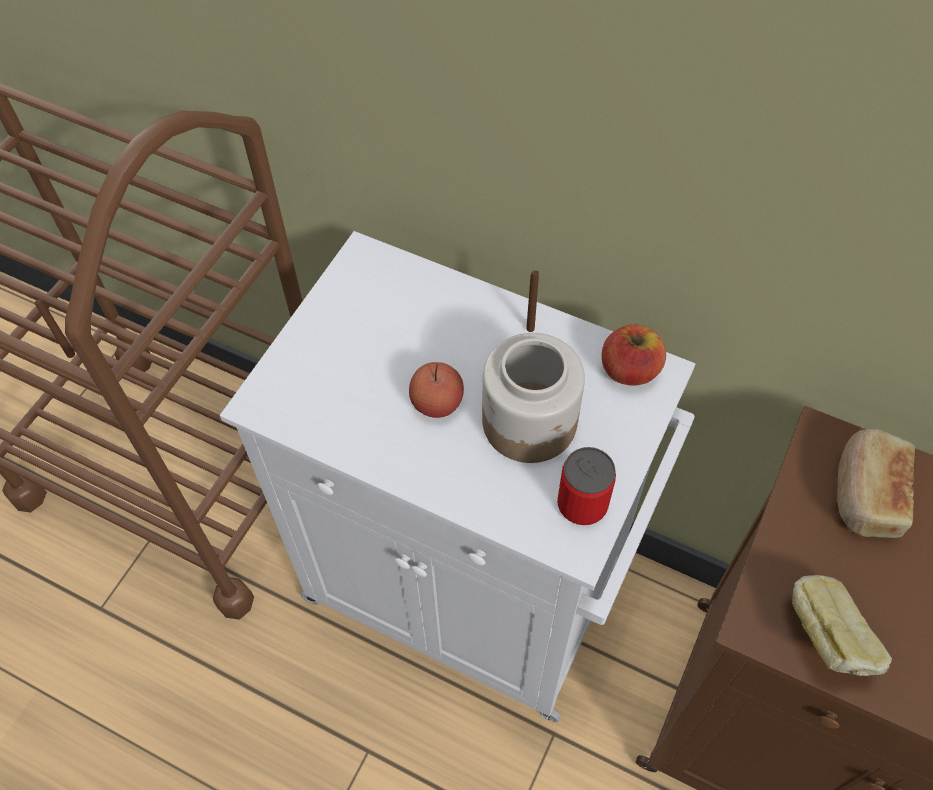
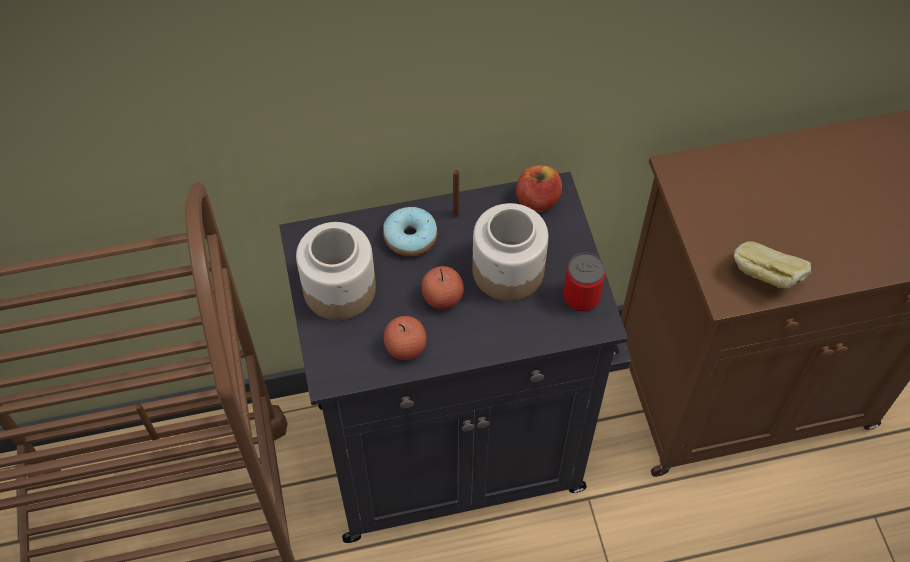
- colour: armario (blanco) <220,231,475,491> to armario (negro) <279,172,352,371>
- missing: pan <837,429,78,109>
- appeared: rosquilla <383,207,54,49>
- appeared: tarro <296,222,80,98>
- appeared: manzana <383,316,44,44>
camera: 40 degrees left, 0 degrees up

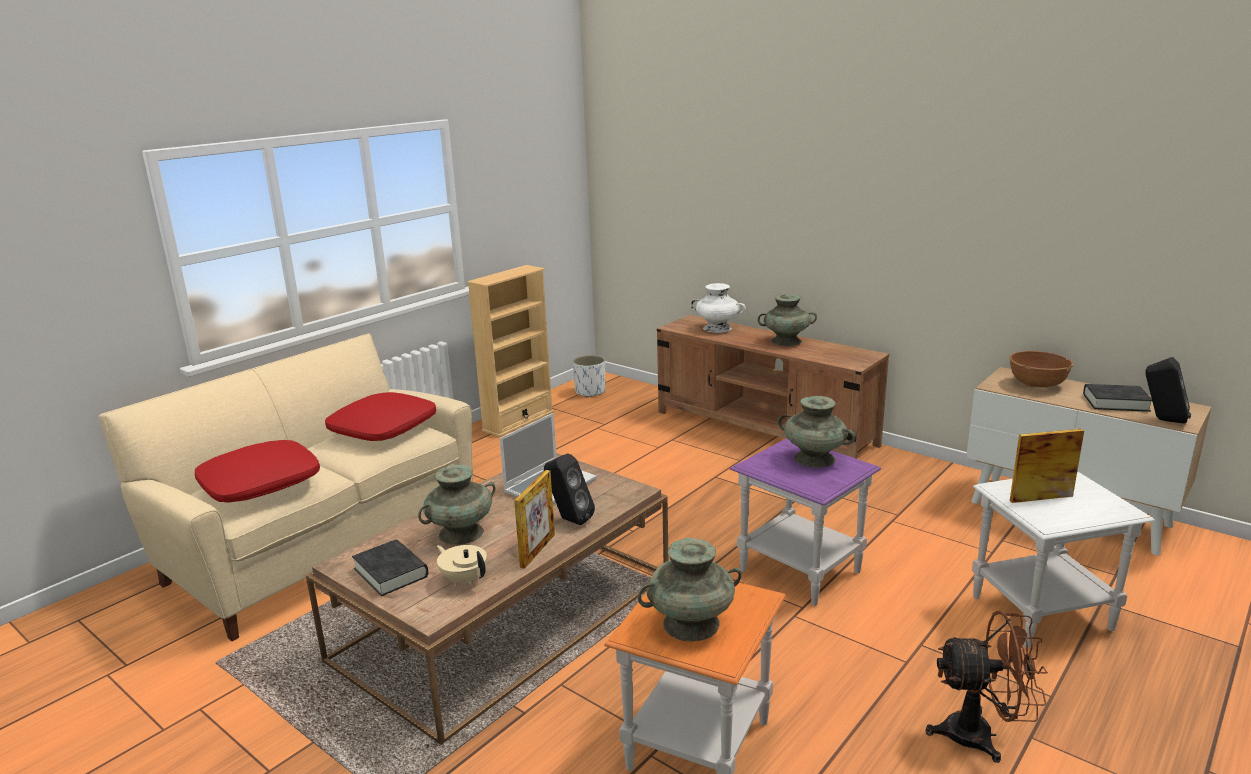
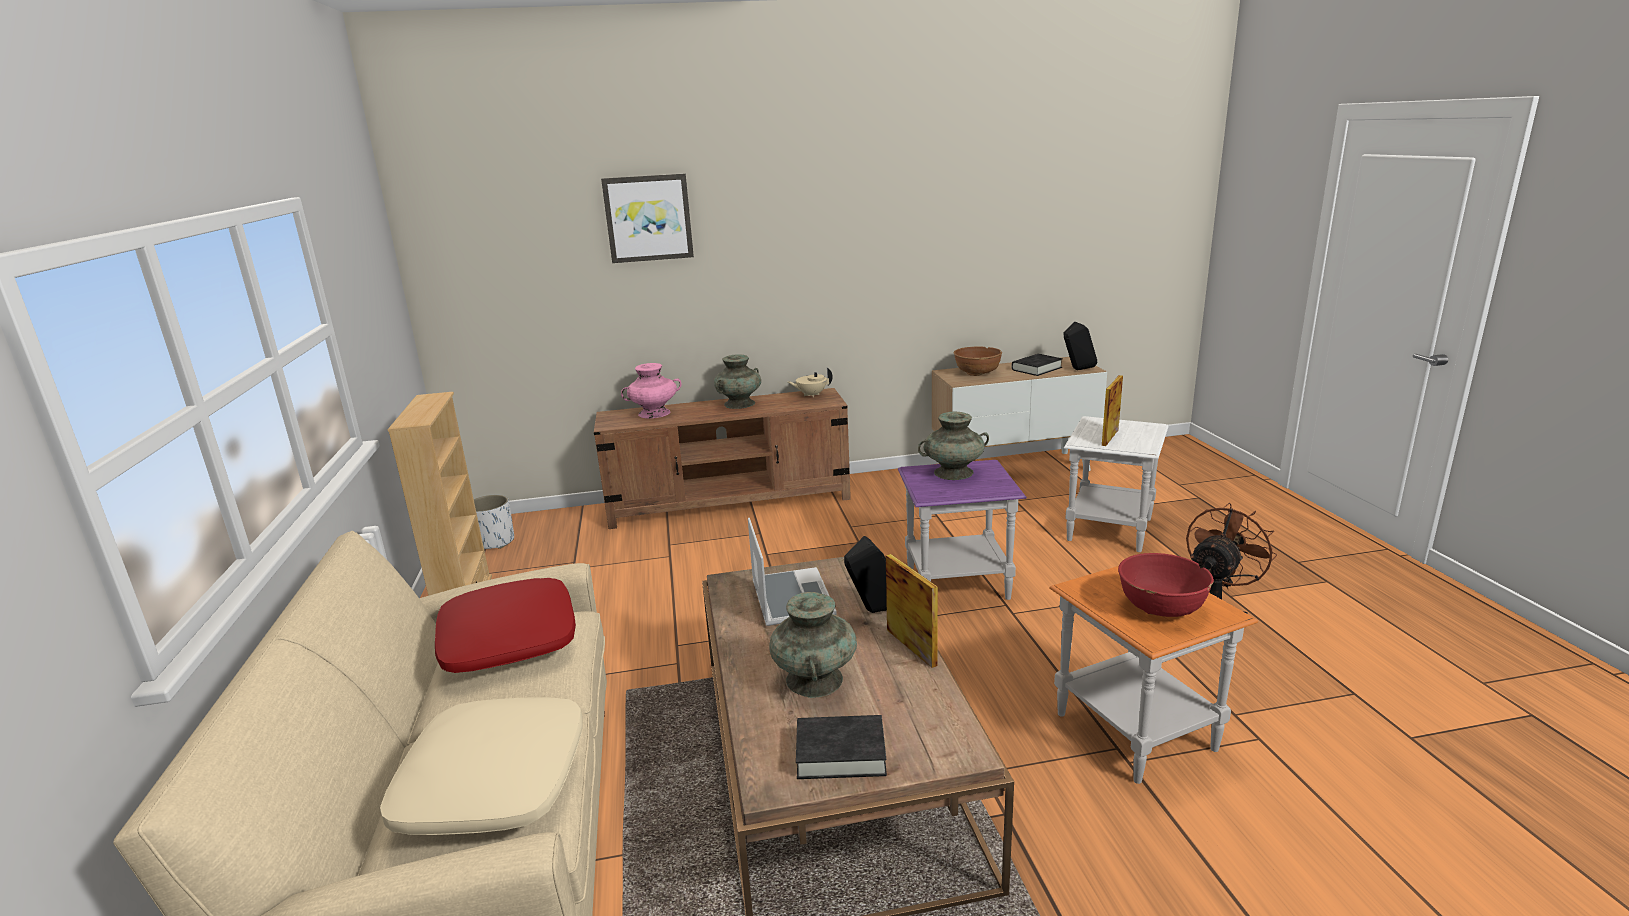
- colour: florero (blanco) <691,283,55,50> to florero (rosa) <621,363,61,56>
- colour: cojín (rojo) <195,440,125,63> to cojín (beis) <380,697,202,138>
- exchanged: florero (turquesa) <638,538,104,104> to cuenco (rojo) <1118,553,96,64>
- relocated: tetera (beis) <437,545,50,40> to <788,368,45,29>
- appeared: cuadro <601,174,93,89>
camera: 50 degrees left, 0 degrees up

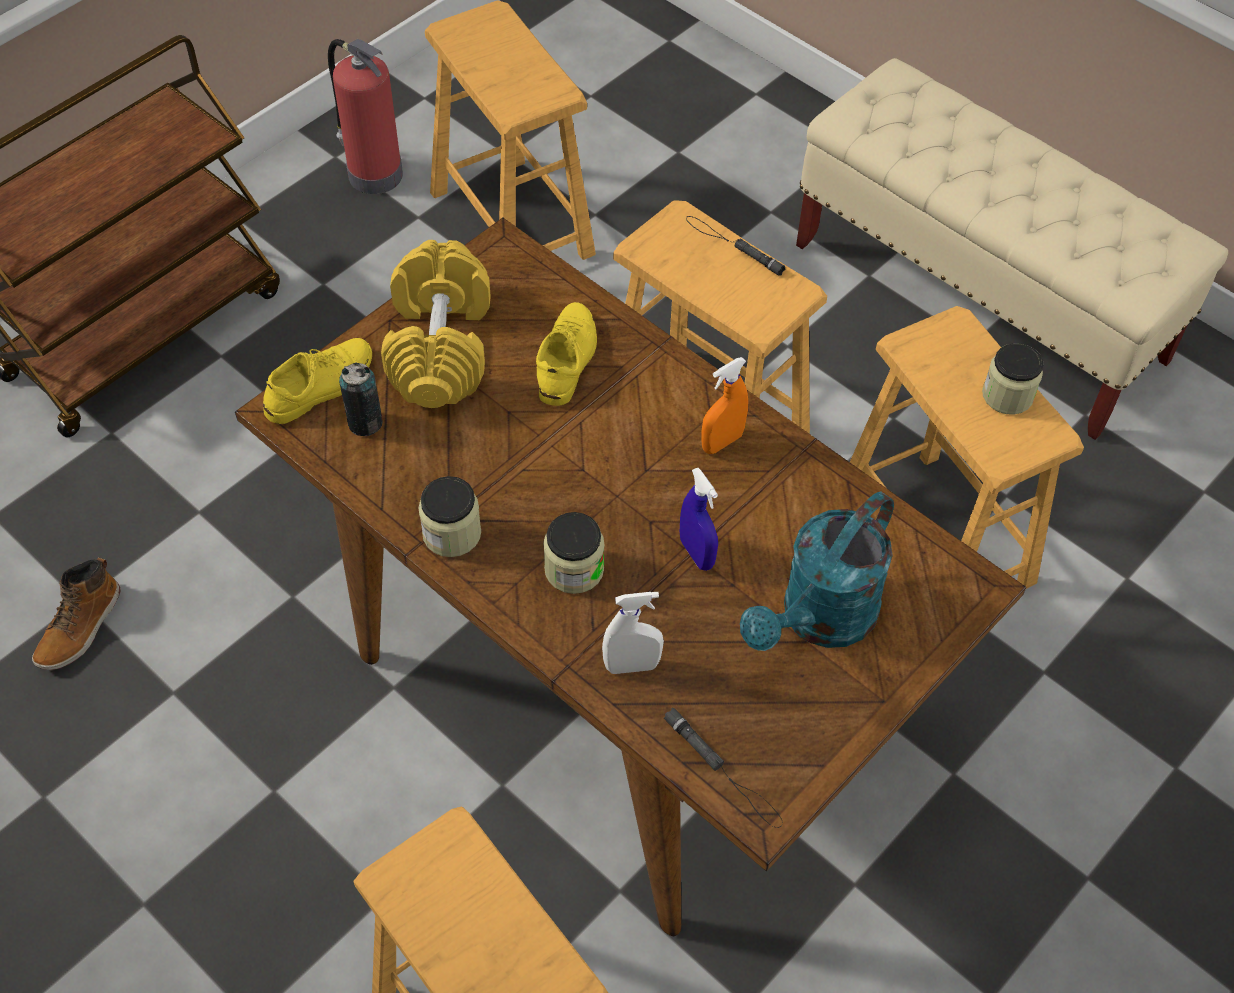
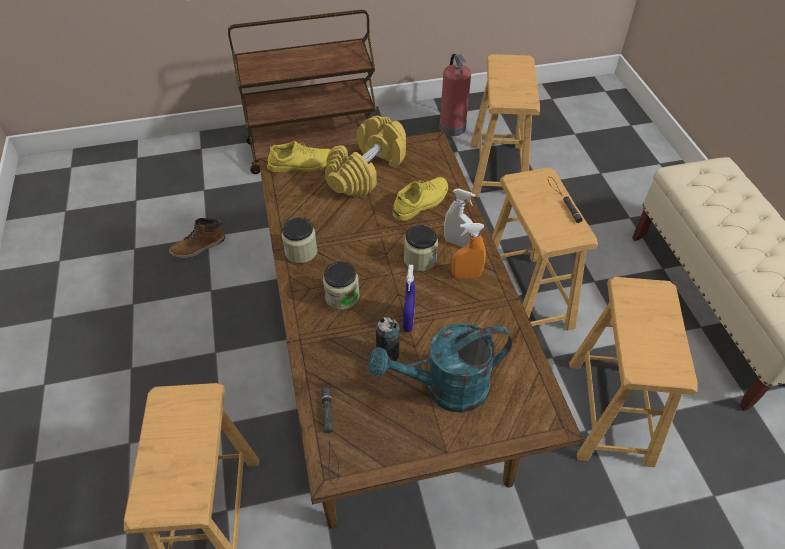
- relocated: tarro <982,343,62,72> to <404,225,34,46>
- relocated: lata <339,362,43,74> to <376,317,24,44>
- relocated: pulverizador (blanco) <602,592,62,82> to <444,188,32,59>
camera: 35 degrees right, 5 degrees down

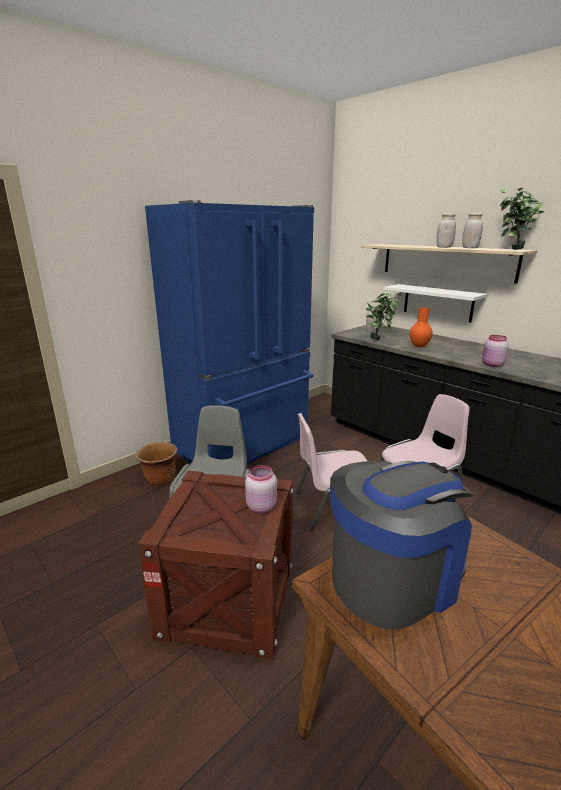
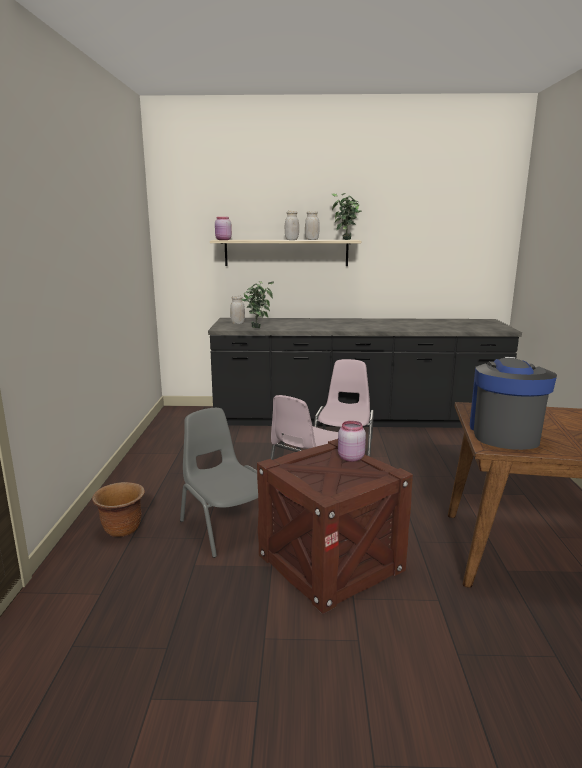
- missing: nevera (azul) <145,200,169,264>
- missing: estante (blanco) <383,284,105,38>
- missing: florero (naranja) <410,308,23,40>
- relocated: tarro (rosa) <482,335,27,32> to <215,217,17,23>
camera: 45 degrees left, 5 degrees down

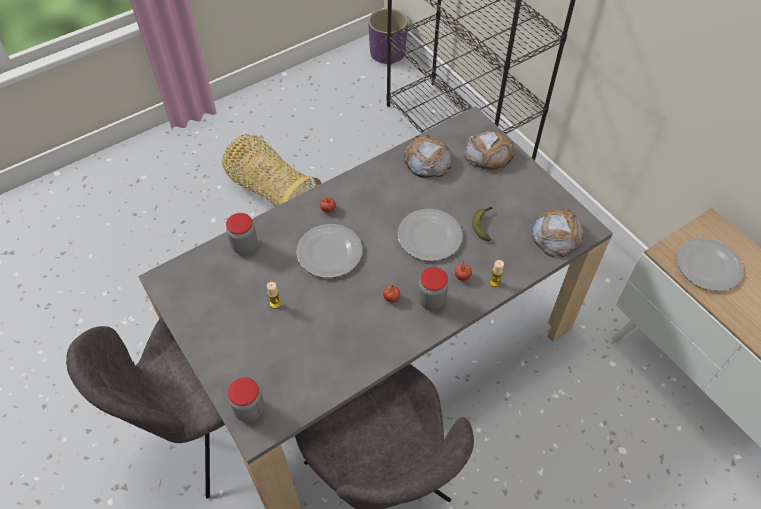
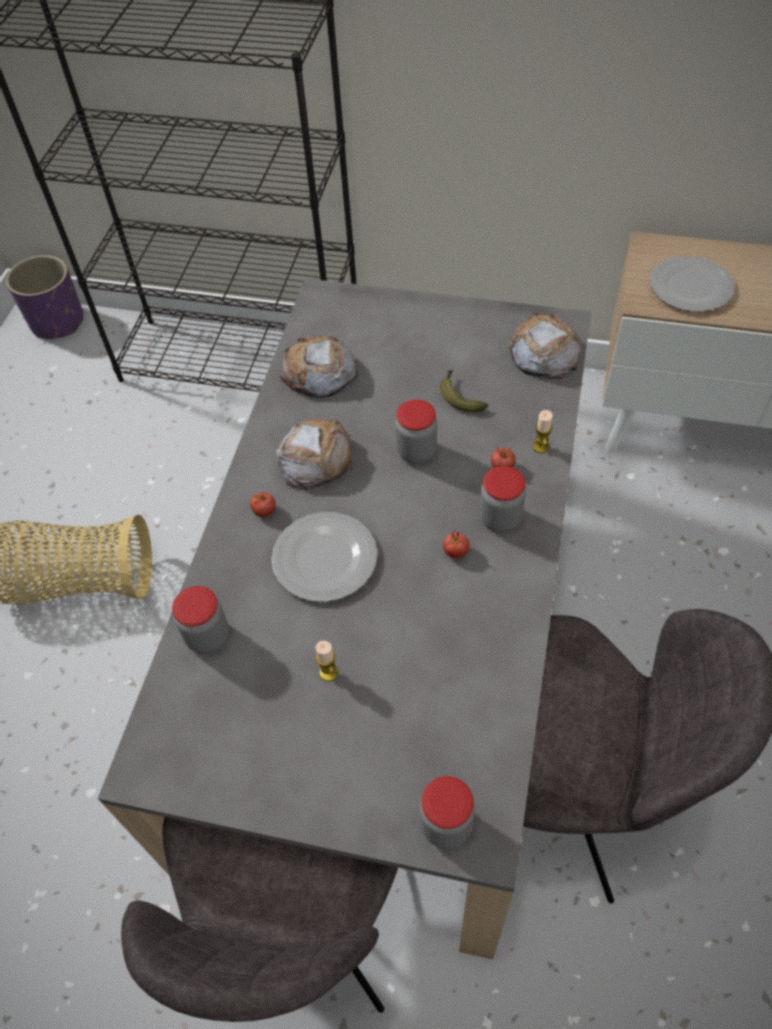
- relocated: pan <464,130,51,41> to <276,419,77,72>
- exchanged: plato <398,209,65,52> to tarro <395,399,42,65>
camera: 40 degrees left, 0 degrees up

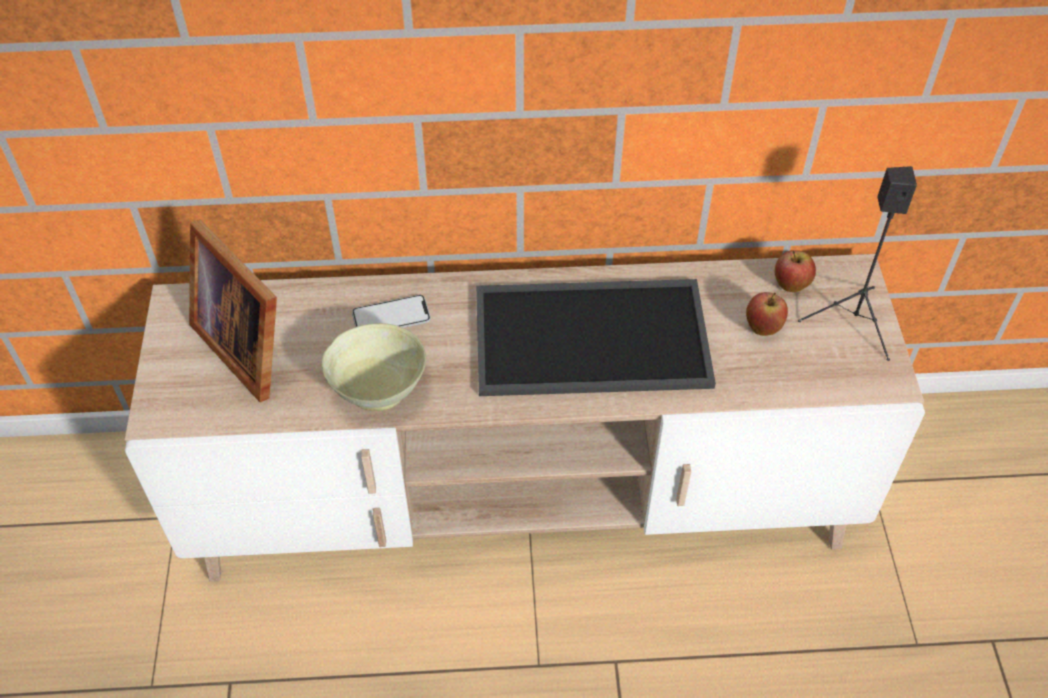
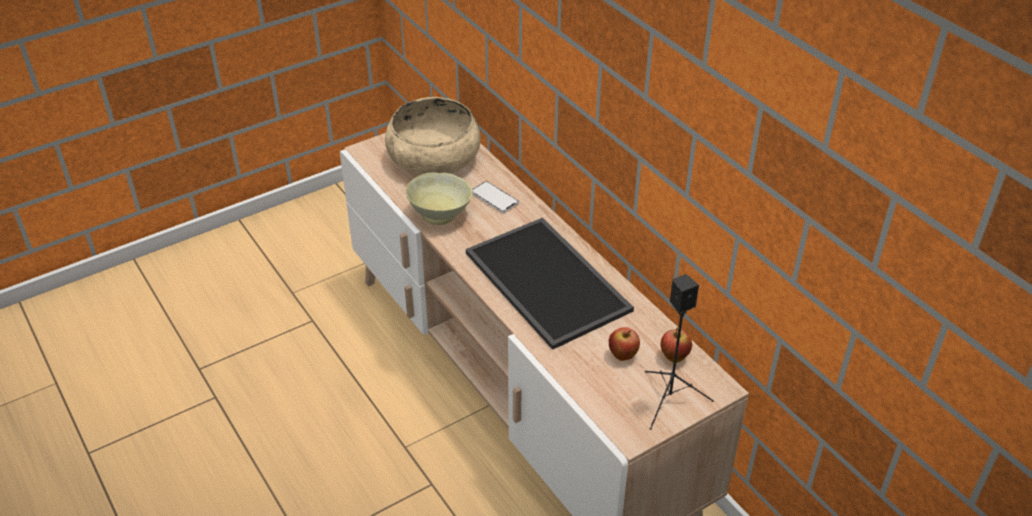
- exchanged: portarretratos <189,220,88,182> to cuenco (beis) <385,97,96,78>
camera: 60 degrees right, 10 degrees down

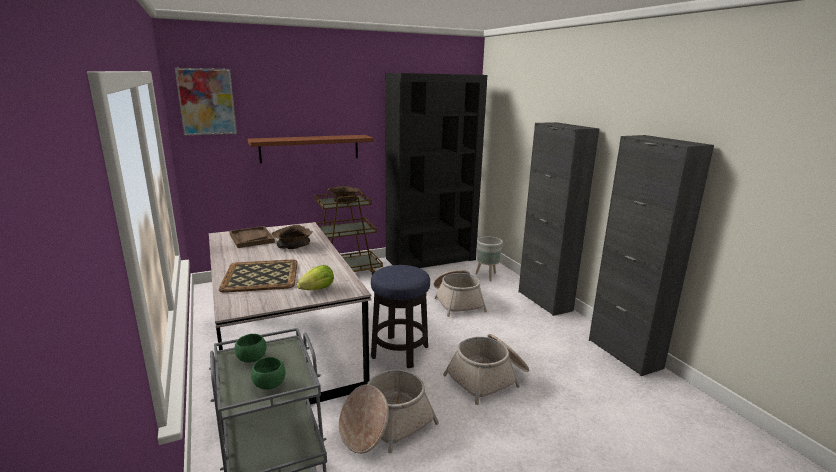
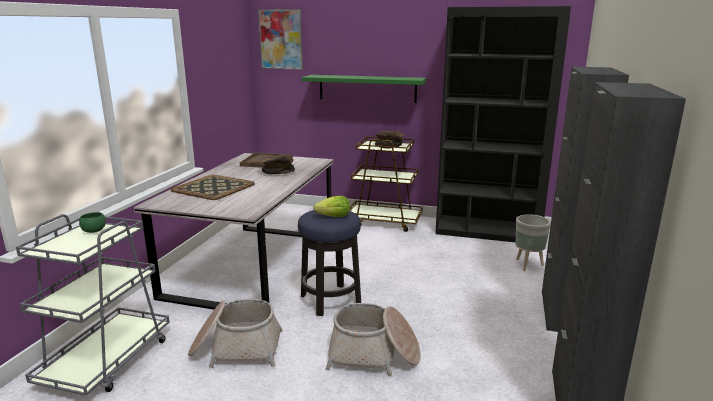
- colour: estante (marrón) <248,135,126,28> to estante (verde) <302,75,125,28>
- relocated: lechuga <297,265,37,25> to <313,196,37,21>
- missing: cesta <433,270,54,47>
- missing: cuenco (verde) <251,357,34,32>
camera: 40 degrees right, 0 degrees up

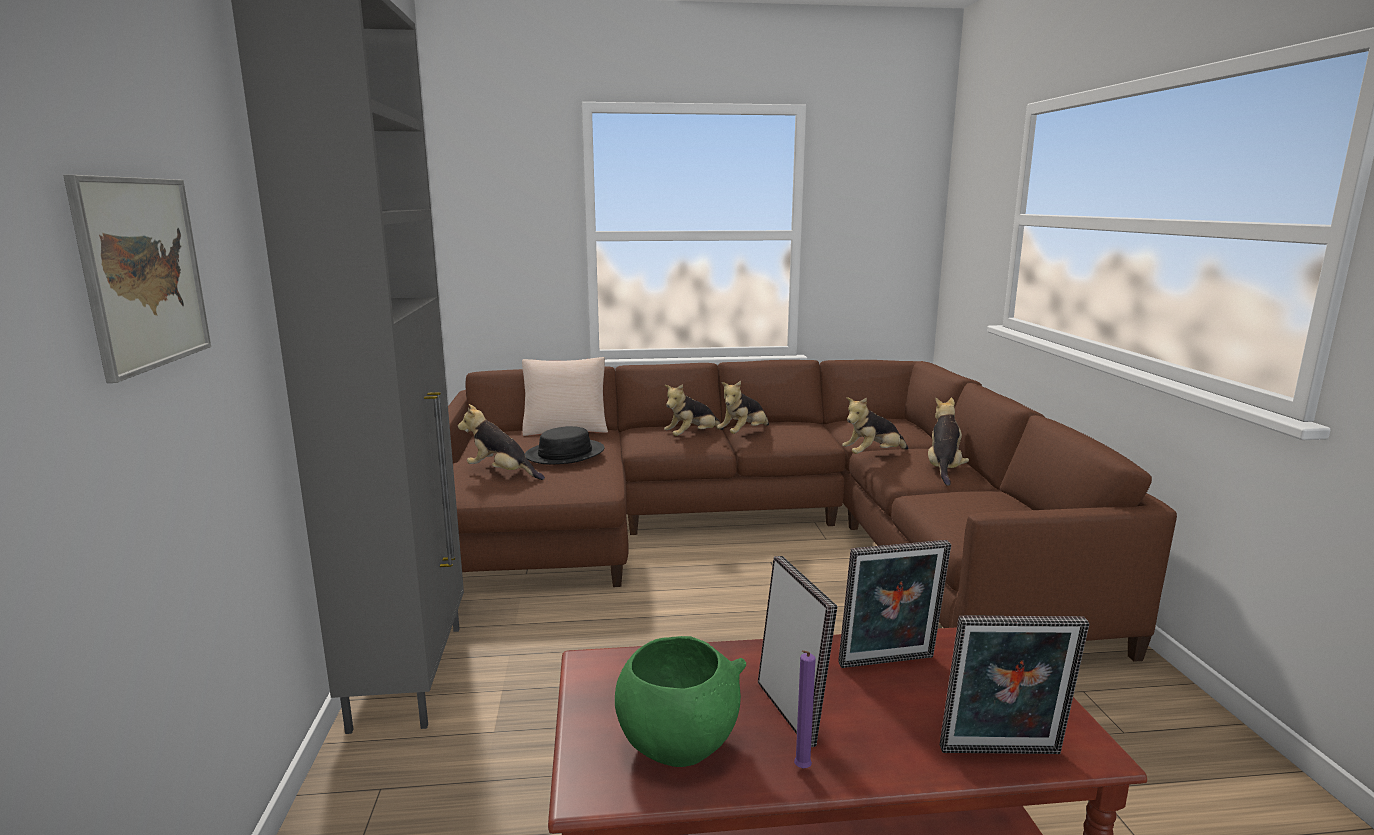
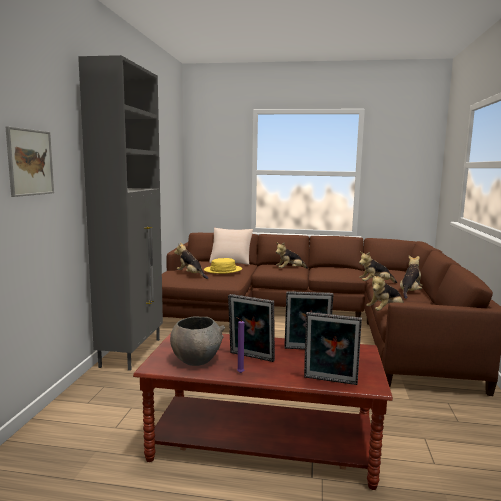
- relocated: peluche <717,381,52,53> to <366,274,38,37>
- colour: sombrero (negro) <525,426,80,39> to sombrero (amarillo) <204,258,38,16>
- spun: portarretratos <758,556,80,191> = <228,294,47,68> 120 degrees clockwise
- colour: cuenco (verde) <615,636,131,131> to cuenco (gris) <170,316,55,50>
camera: 15 degrees right, 5 degrees down

